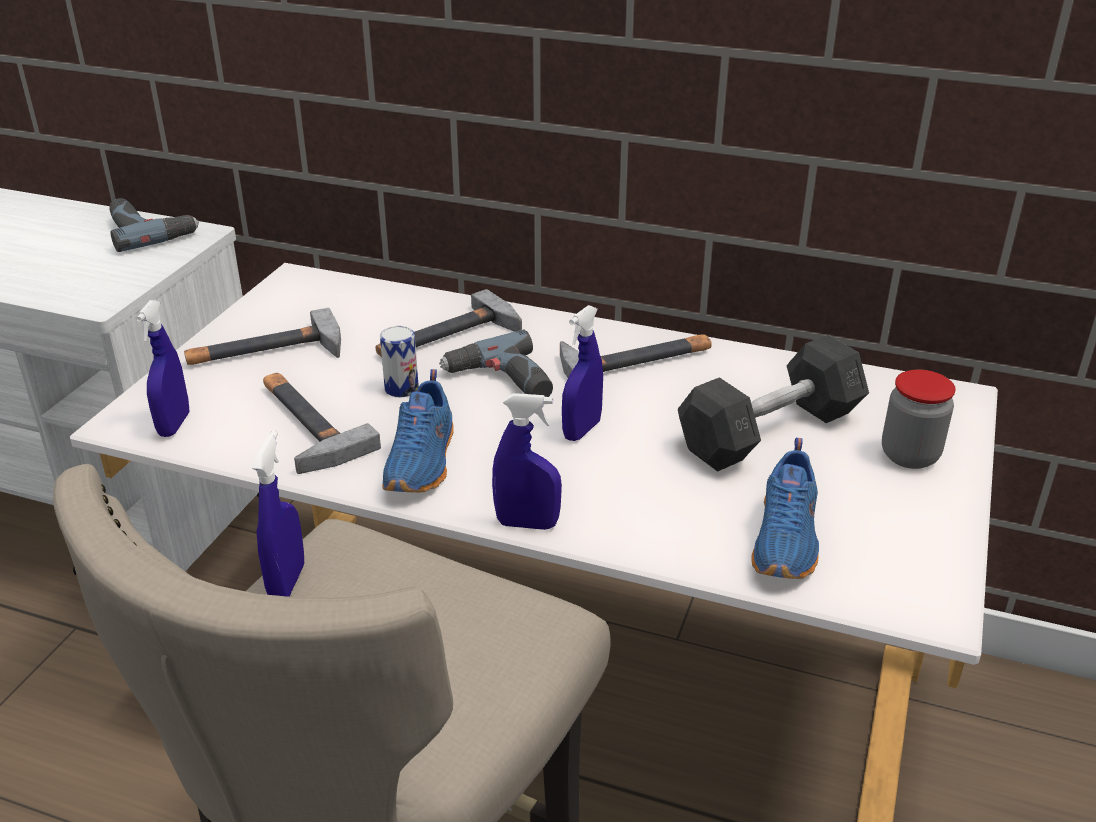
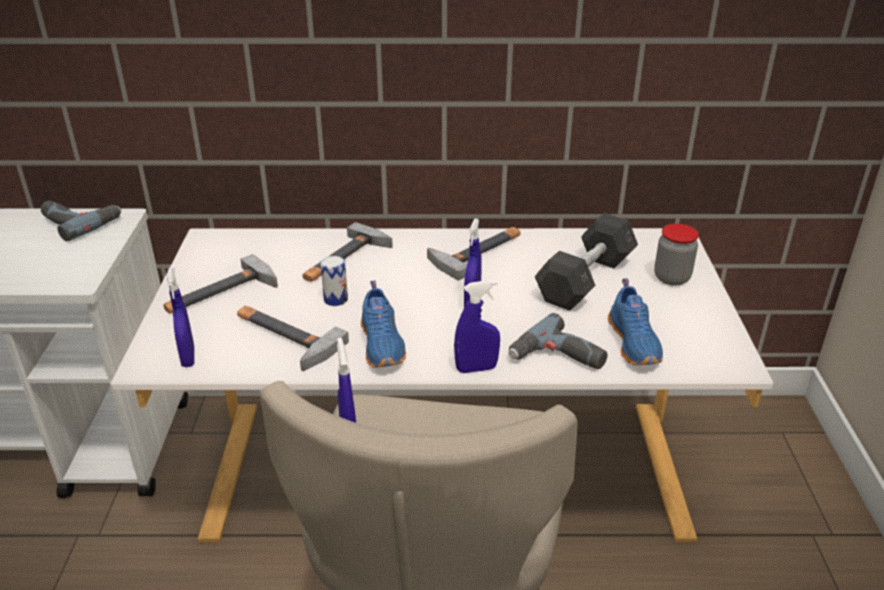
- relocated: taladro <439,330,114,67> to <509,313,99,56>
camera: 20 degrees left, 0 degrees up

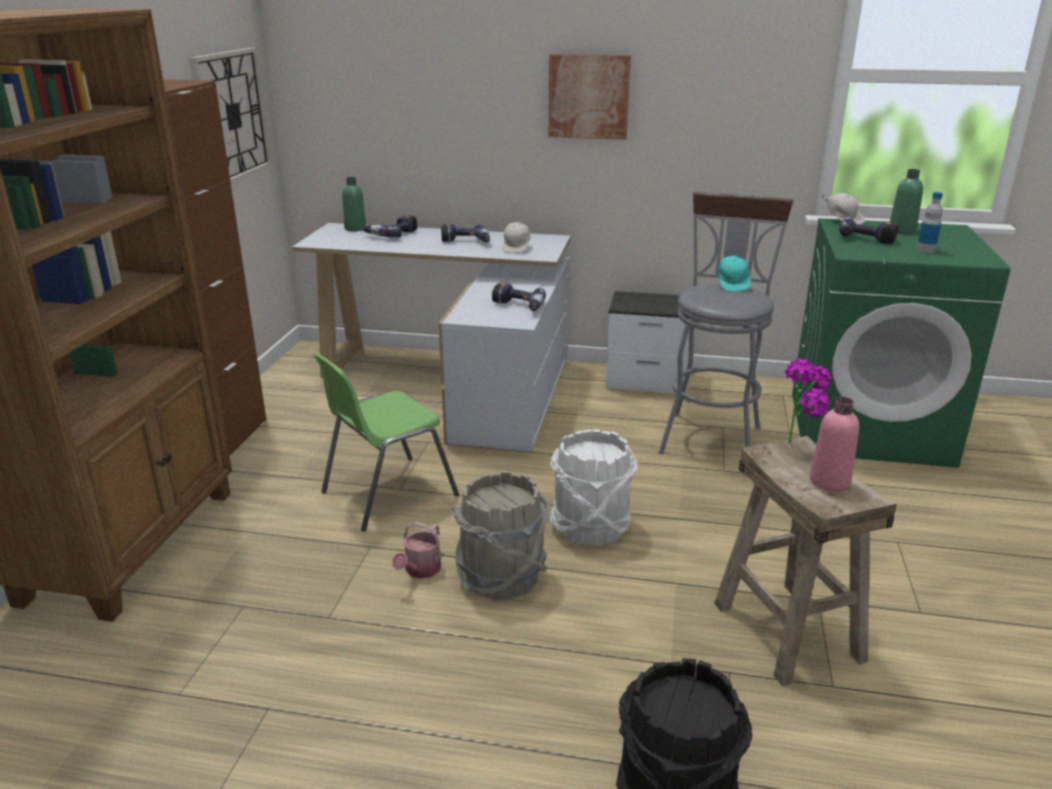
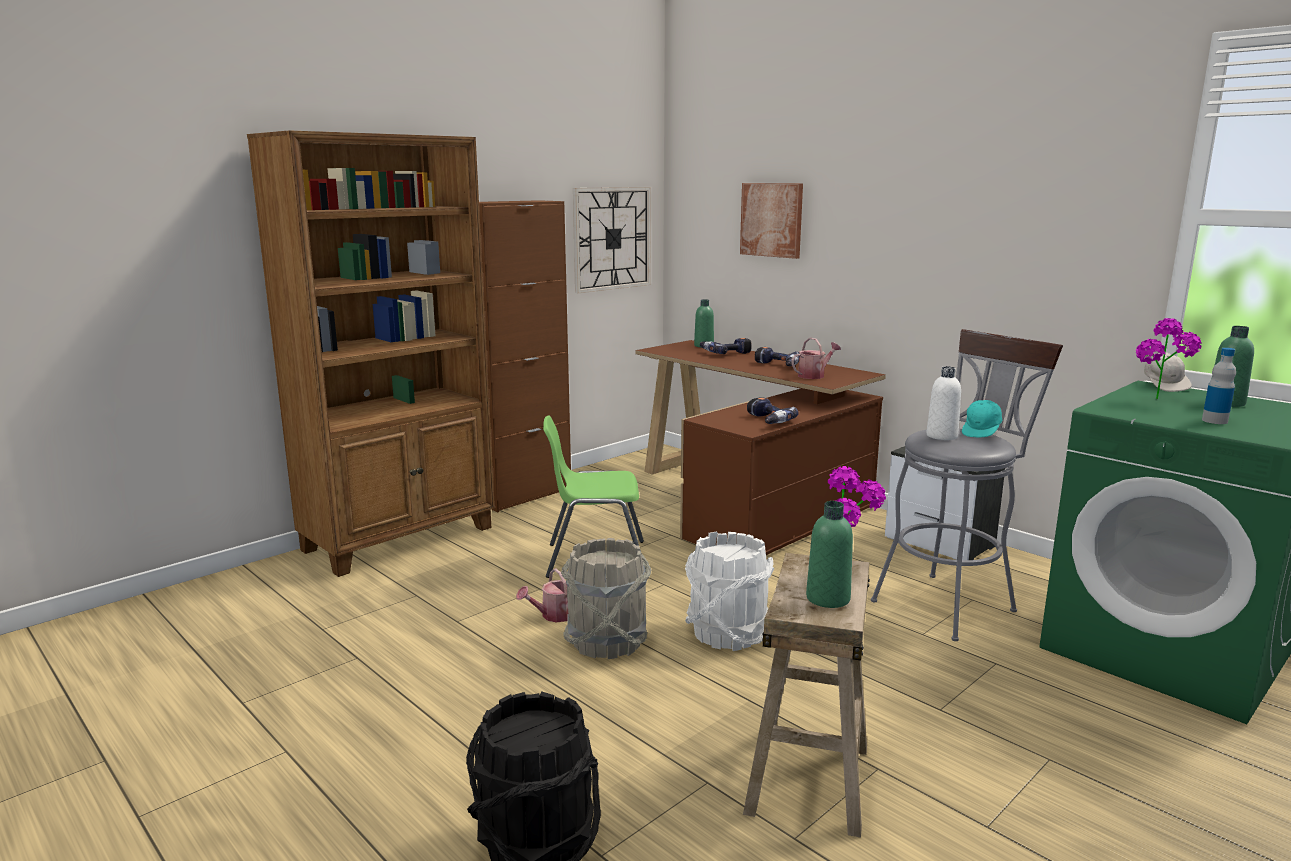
- relocated: cuadro <549,54,82,86> to <740,183,63,76>
- exchanged: taladro <839,216,60,28> to planta en maceta <1136,318,66,81>
- exchanged: gorra (blanco) <502,222,29,31> to regadera <791,338,50,41>
- colour: escritorio (blanco) <292,223,279,229> to escritorio (marrón) <636,340,250,215>
- colour: botella (rosa) <810,397,49,94> to botella (verde) <806,501,47,107>
- appeared: botella (blanco) <926,366,35,74>
camera: 35 degrees right, 10 degrees down

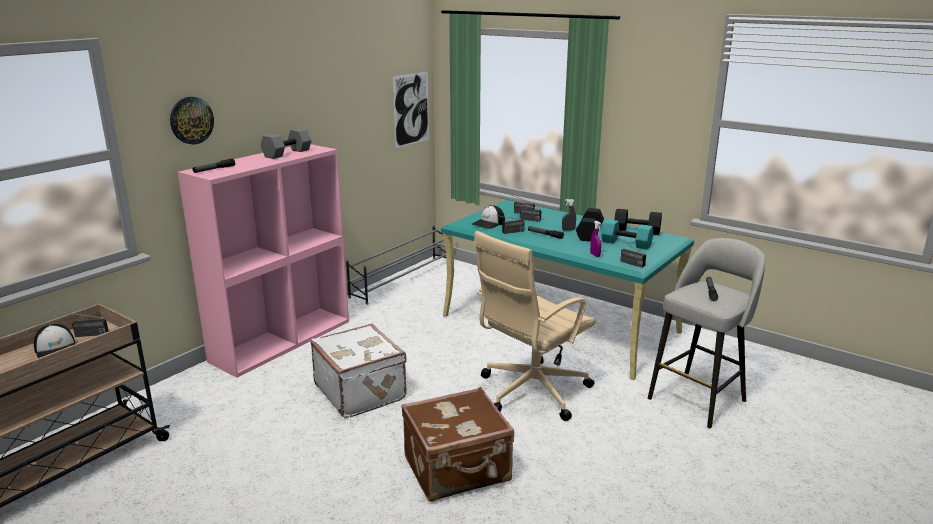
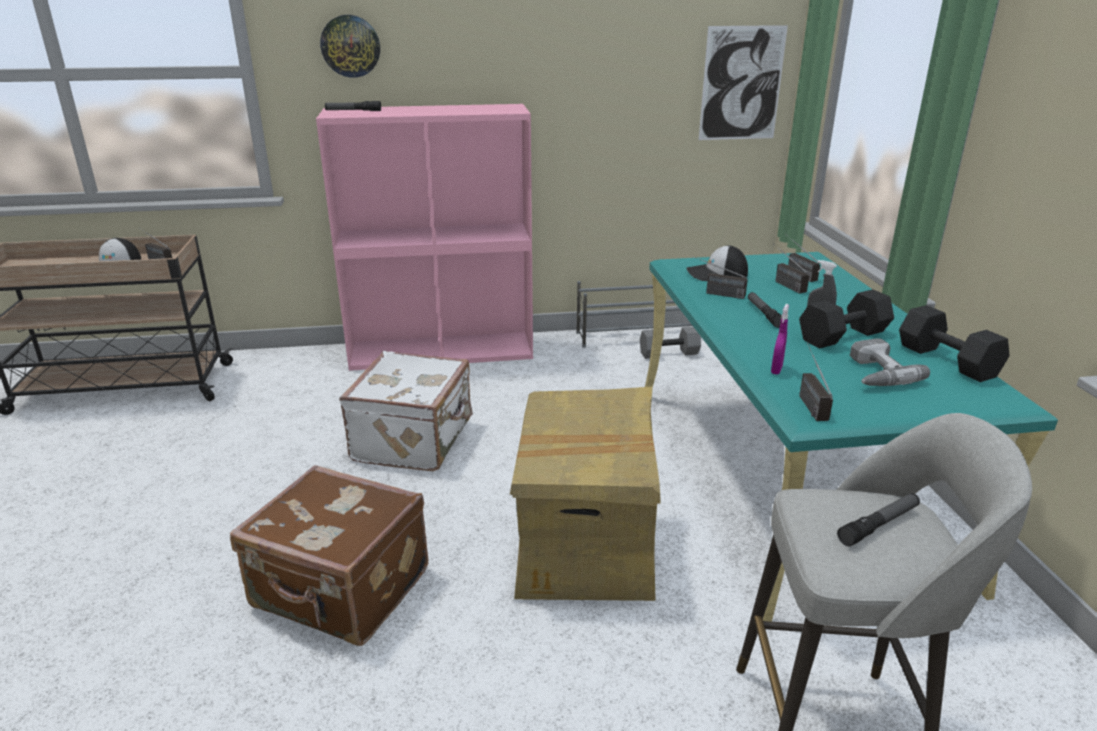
- relocated: mancuerna (gris) <260,128,52,31> to <640,326,61,33>
- exchanged: mancuerna (turquesa) <601,219,52,31> to taladro <850,338,80,48>
- exchanged: silla de oficina (beis) <474,231,122,190> to caja de cartón <510,387,151,214>
camera: 45 degrees right, 5 degrees up

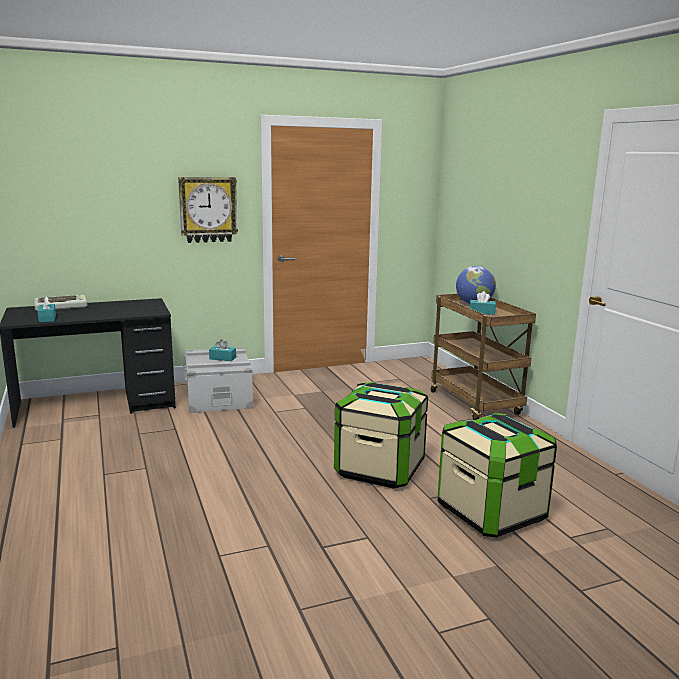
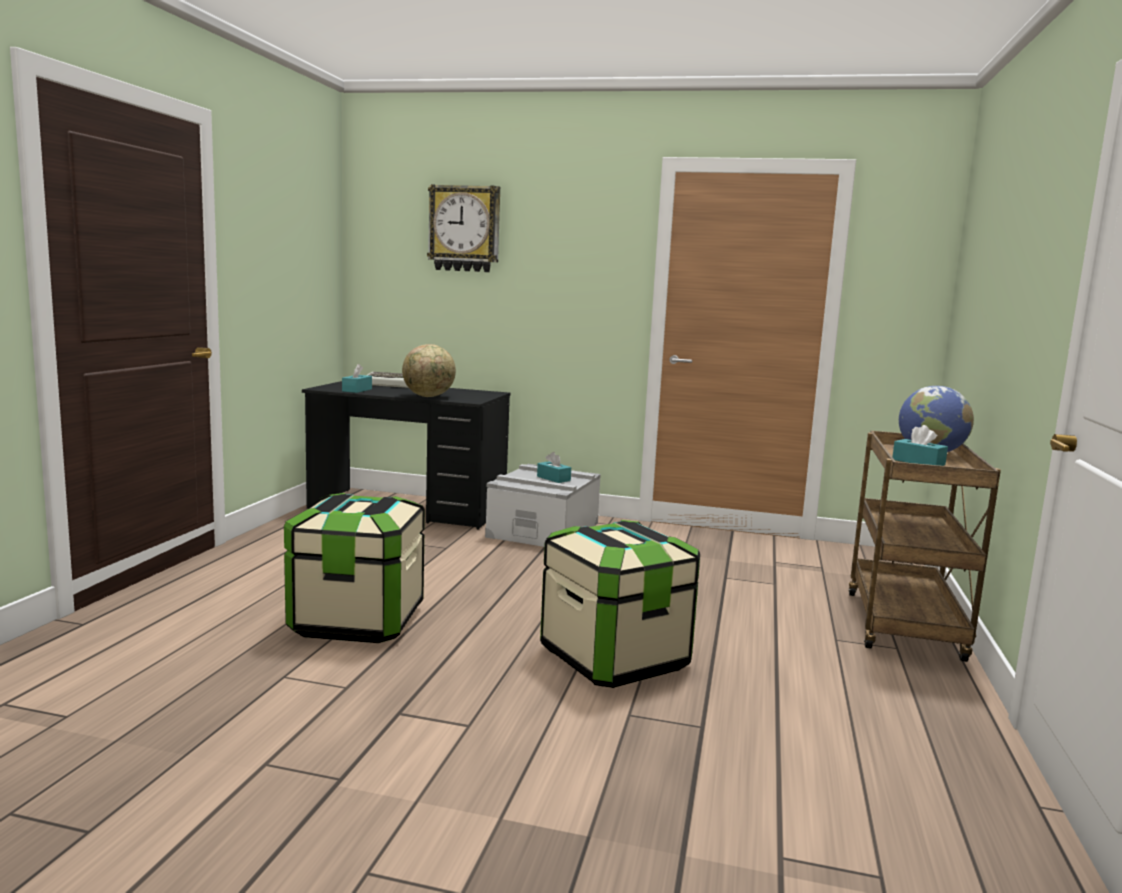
- relocated: reloj de pared <178,177,60,66> to <427,184,73,88>
- relocated: caja de almacenaje <437,413,120,125> to <284,493,141,150>
- appeared: globo terráqueo <402,344,54,53>
camera: 35 degrees right, 5 degrees down

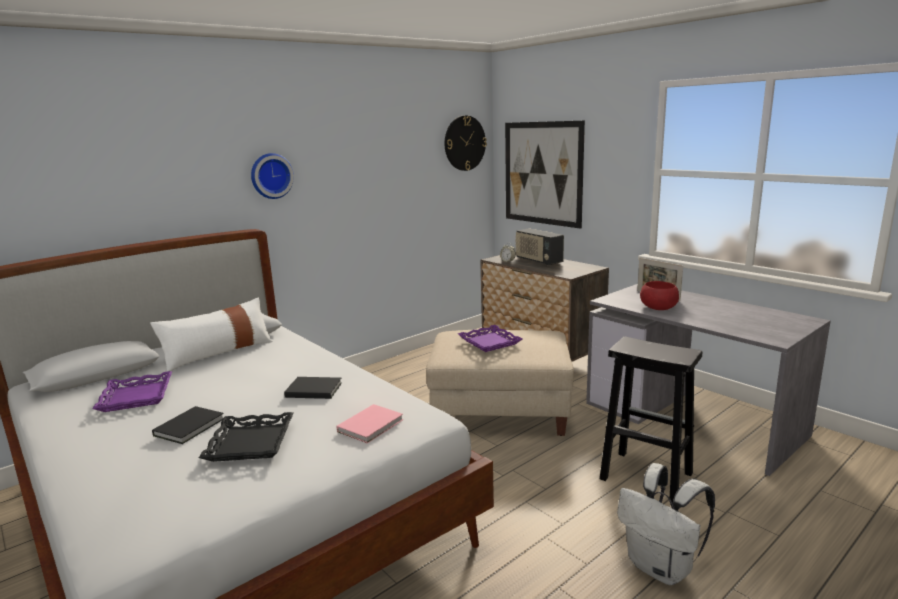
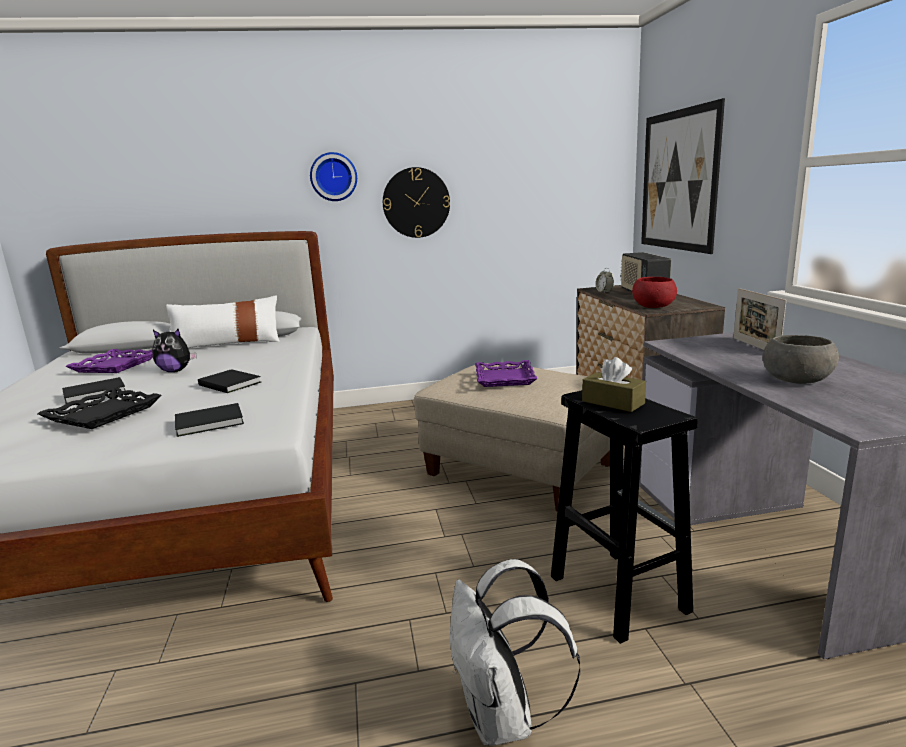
- relocated: reloj de pared <445,115,42,56> to <383,167,67,71>
- relocated: cuenco (rojo) <640,281,39,29> to <632,277,45,31>
- colour: libro (rosa) <337,404,66,39> to libro (negro) <175,403,69,34>
- appeared: peluche <152,329,44,43>
- appeared: cuenco (gris) <763,335,76,49>
- appeared: caja de pañuelos (marrón) <582,357,64,55>
camera: 30 degrees right, 0 degrees up

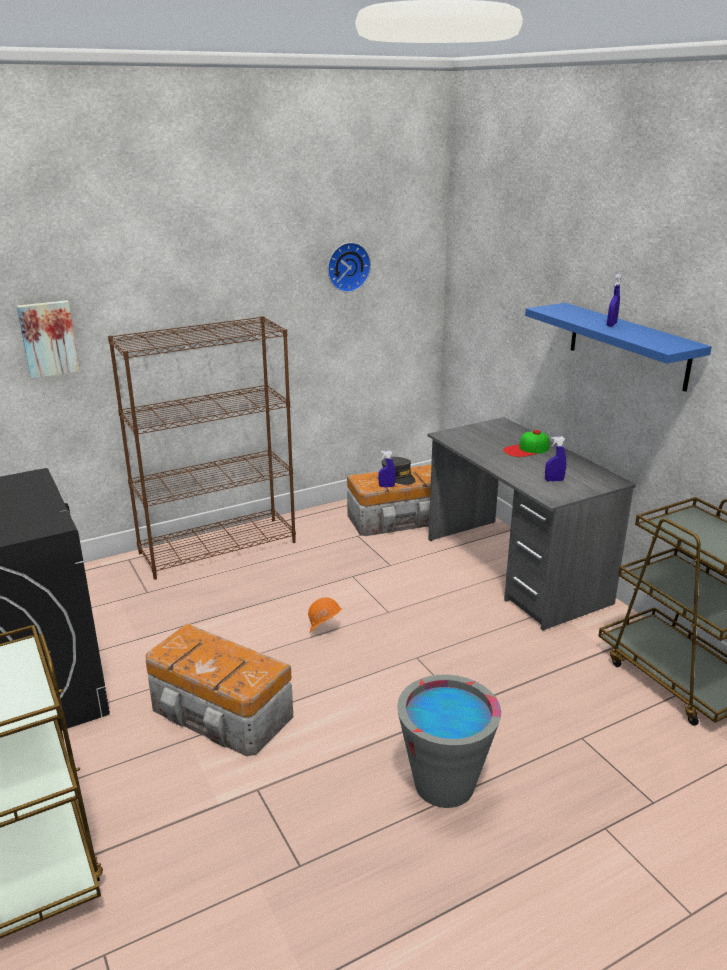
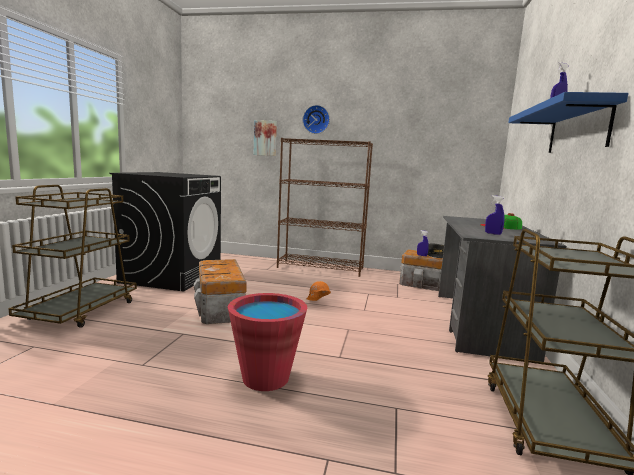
- relocated: reloj de pared <327,242,44,50> to <303,105,27,29>
- colour: cubo (gris) <397,675,104,133> to cubo (rojo) <228,293,79,98>
camera: 40 degrees right, 15 degrees down

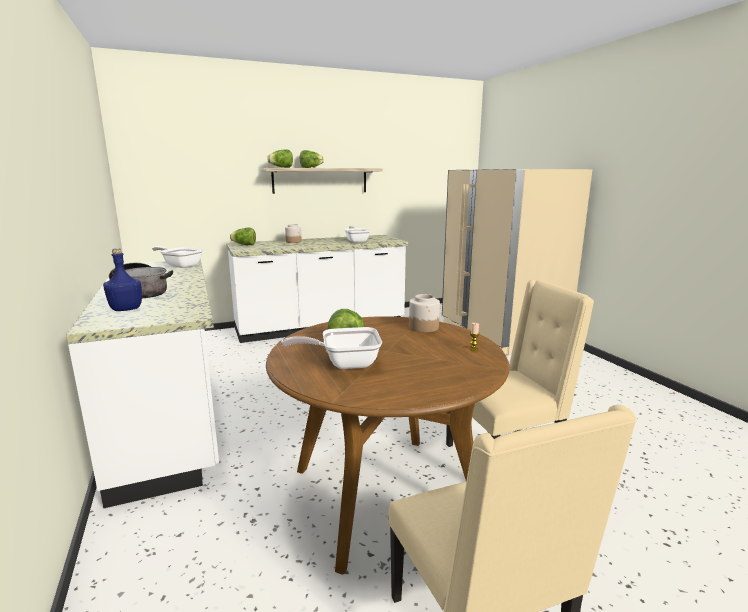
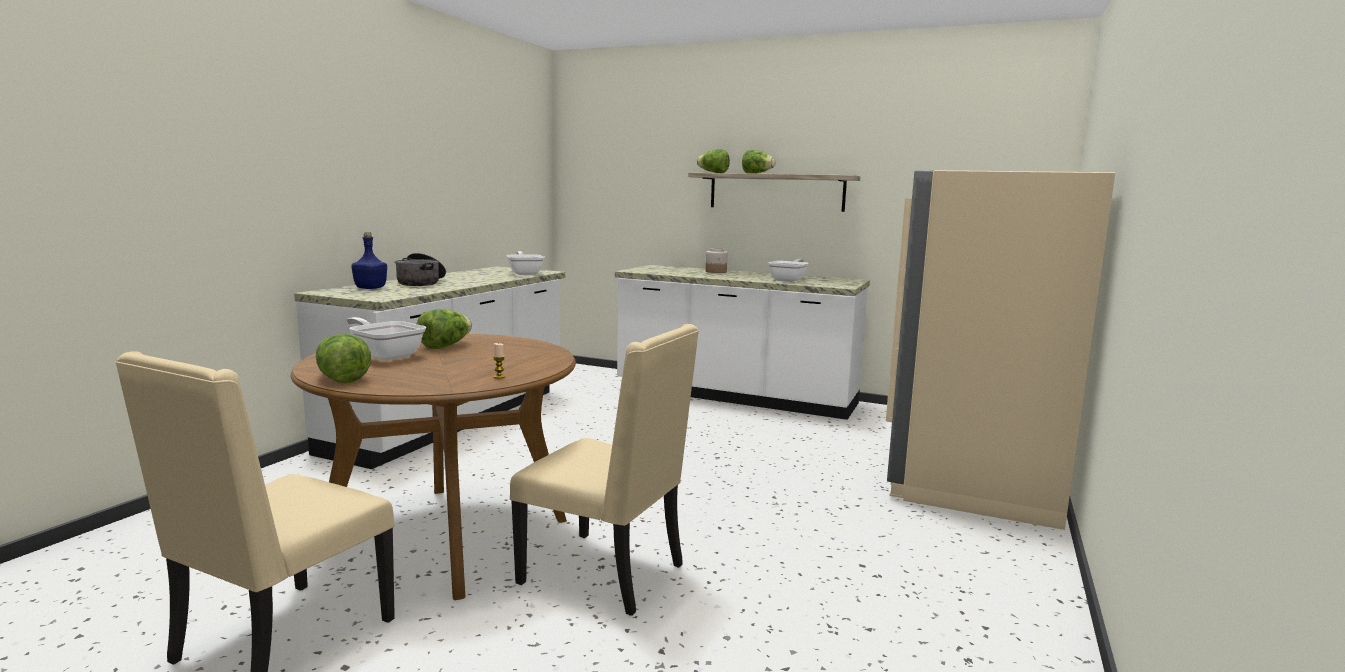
- relocated: lechuga <230,228,26,17> to <316,334,55,49>
- missing: tarro <409,294,31,39>
camera: 45 degrees right, 5 degrees down

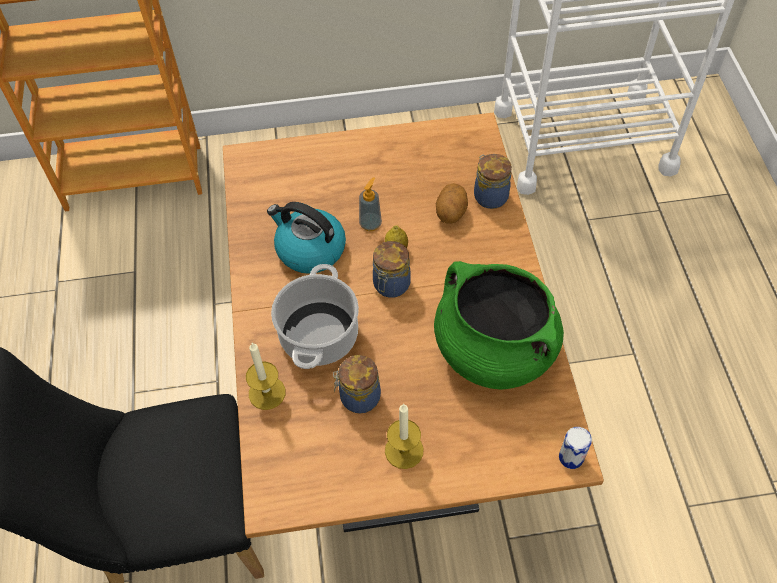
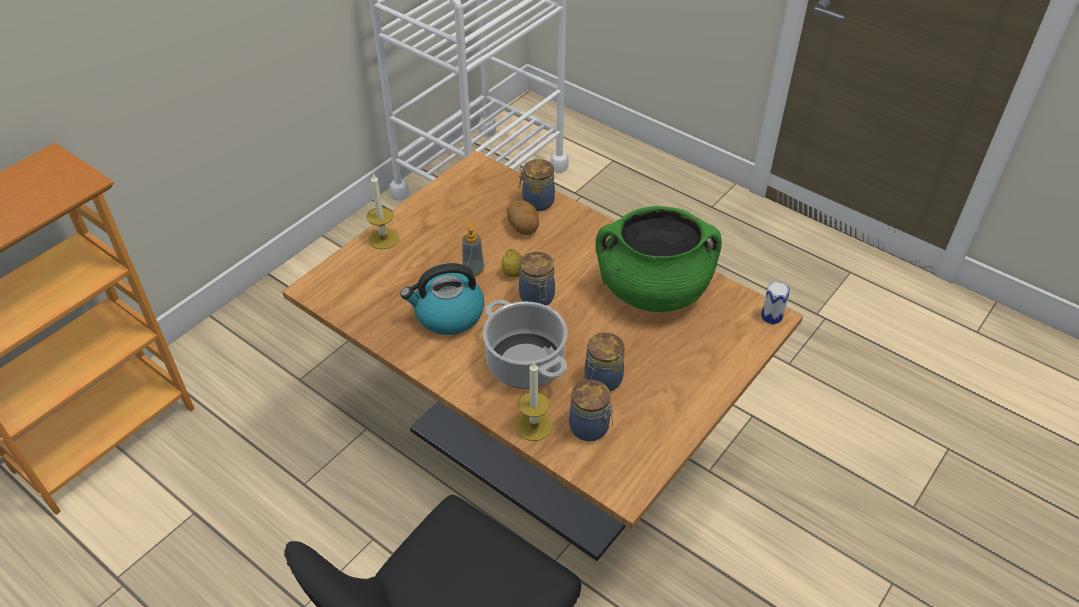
- relocated: vela <385,404,39,65> to <367,173,32,76>
- appeared: tarro <569,380,44,62>
camera: 45 degrees left, 10 degrees down

